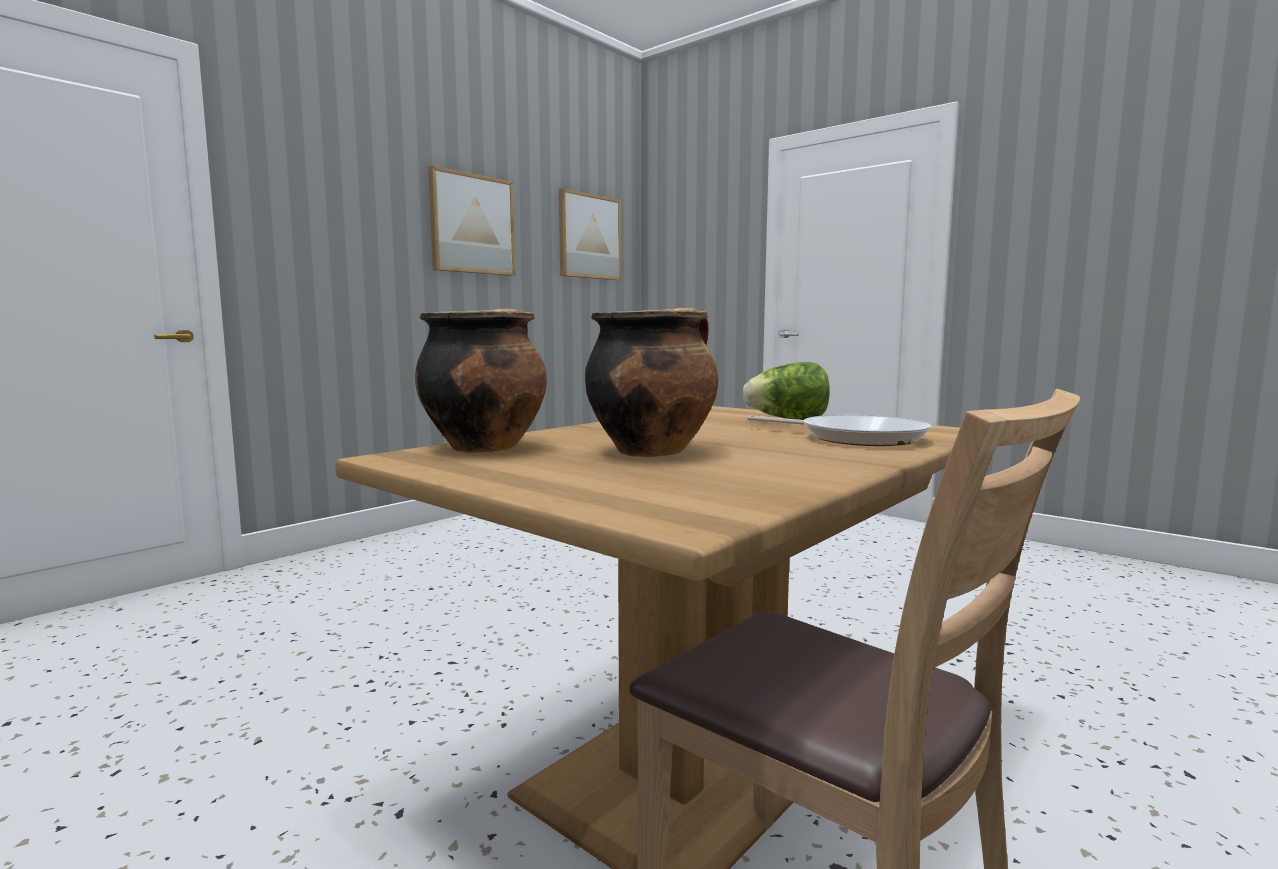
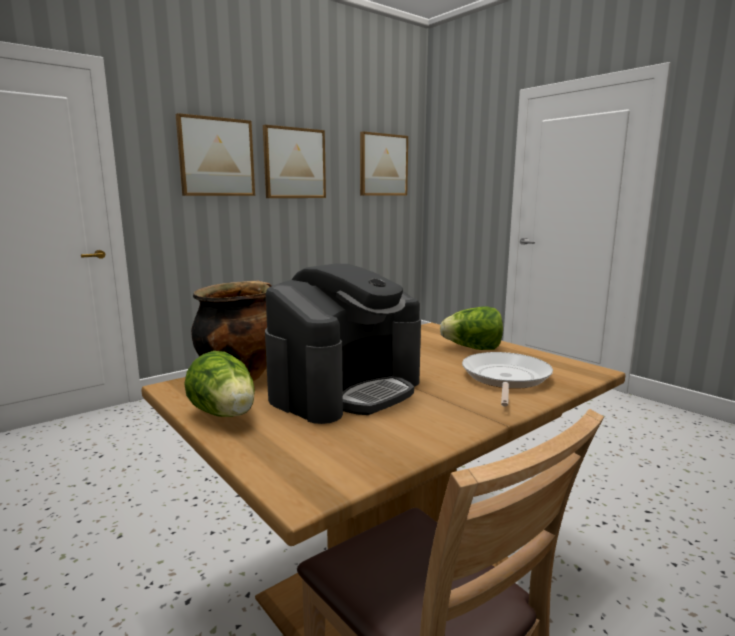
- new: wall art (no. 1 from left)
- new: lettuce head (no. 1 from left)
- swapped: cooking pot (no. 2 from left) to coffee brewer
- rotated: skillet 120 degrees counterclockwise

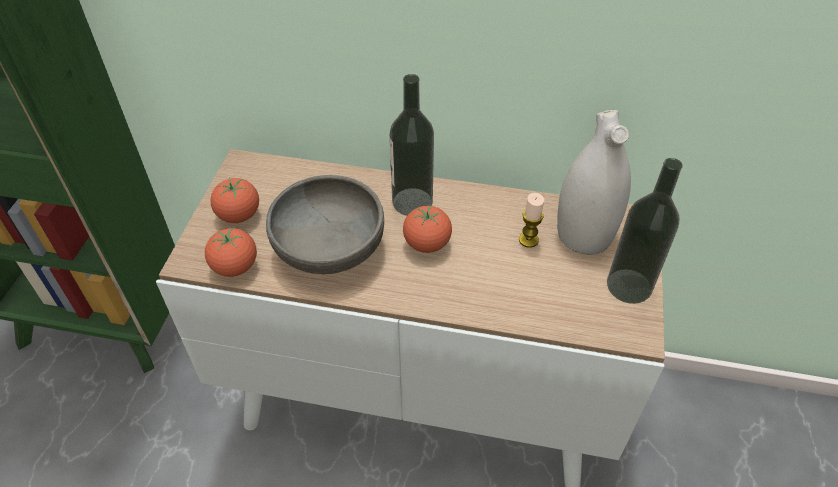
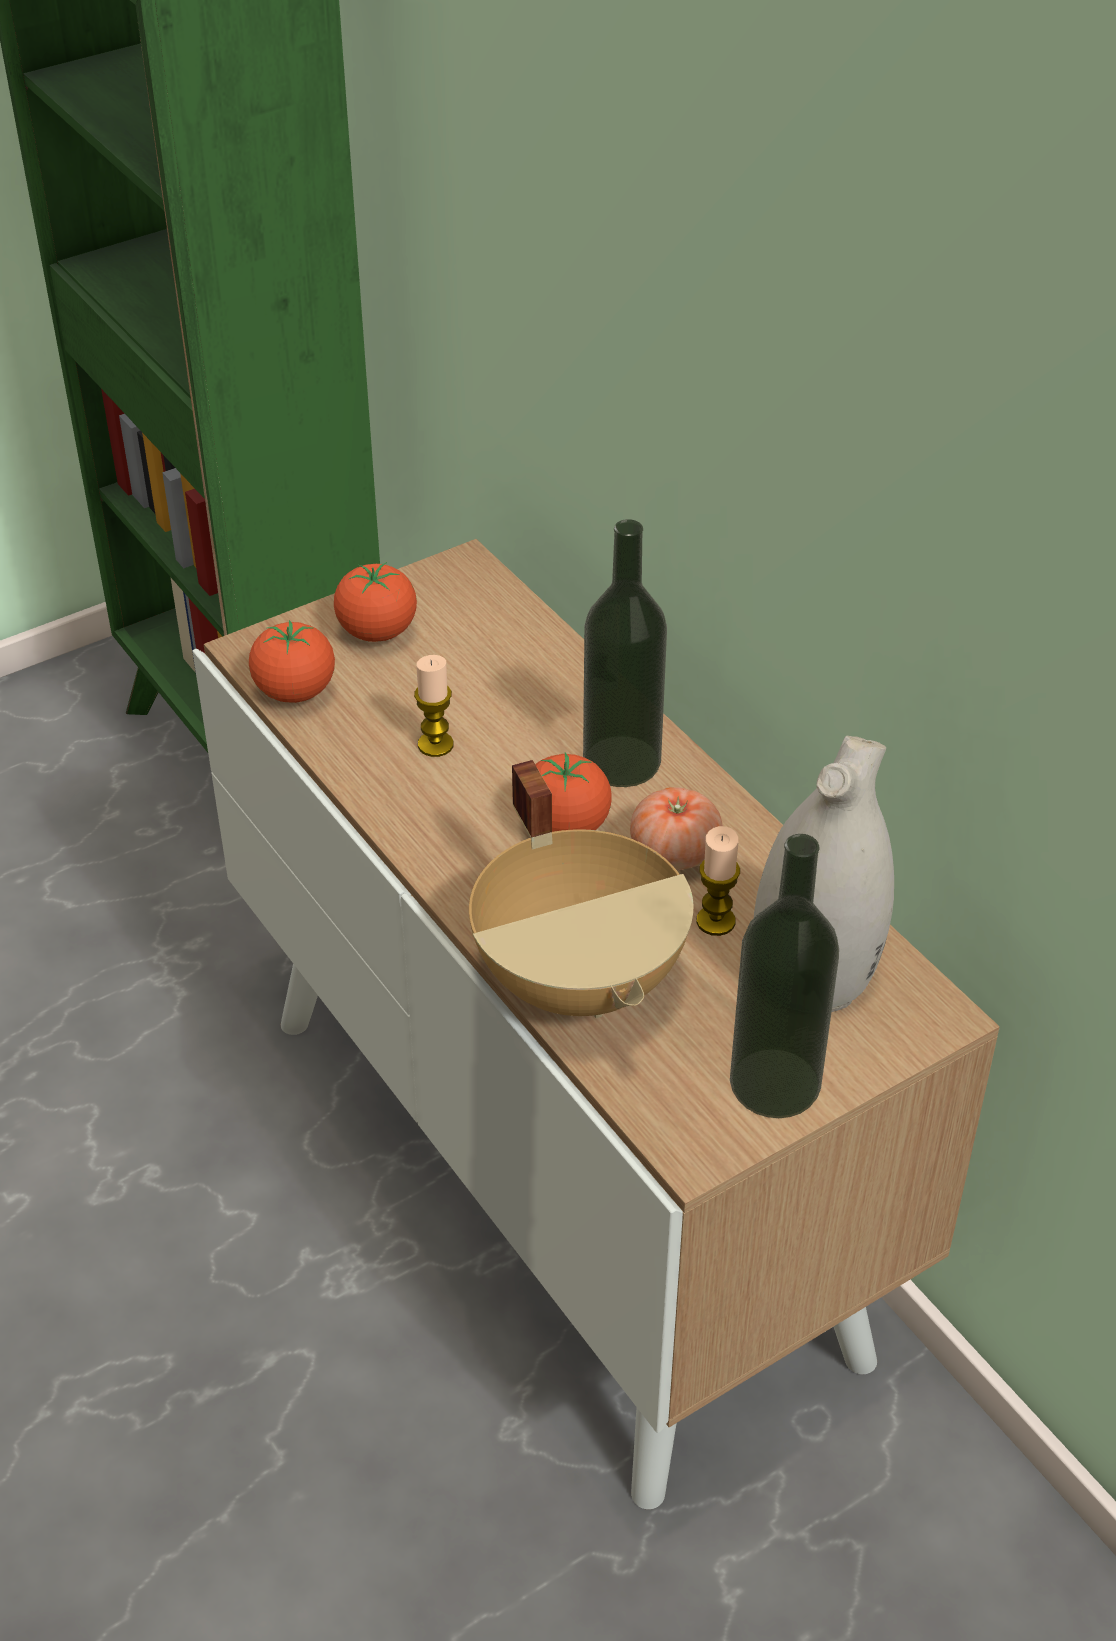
- new: beige-coloured cooking pot
- new: tomato (no. 4 from left)
- swapped: greyish bowl to wax candle (no. 1 from left)

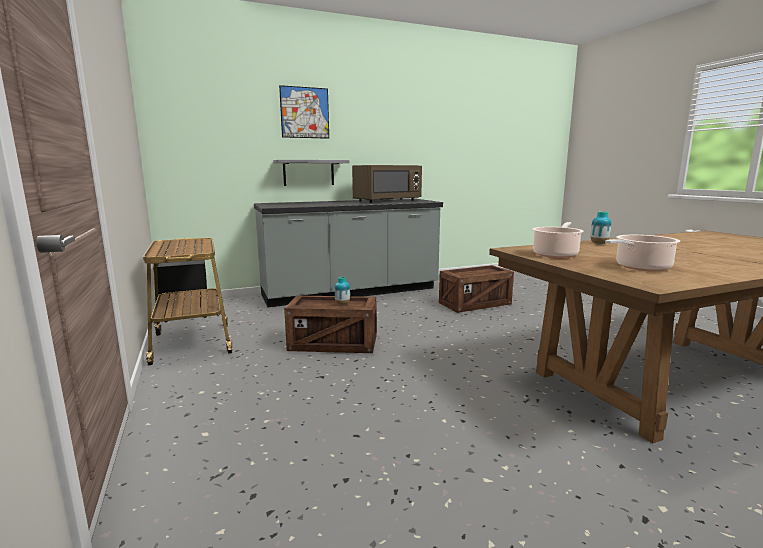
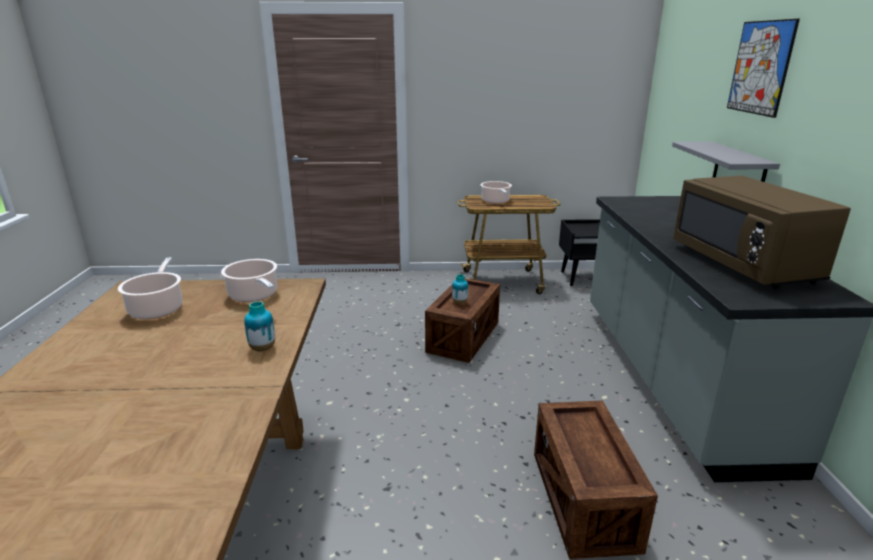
- new: cooking pot (no. 3 from left)

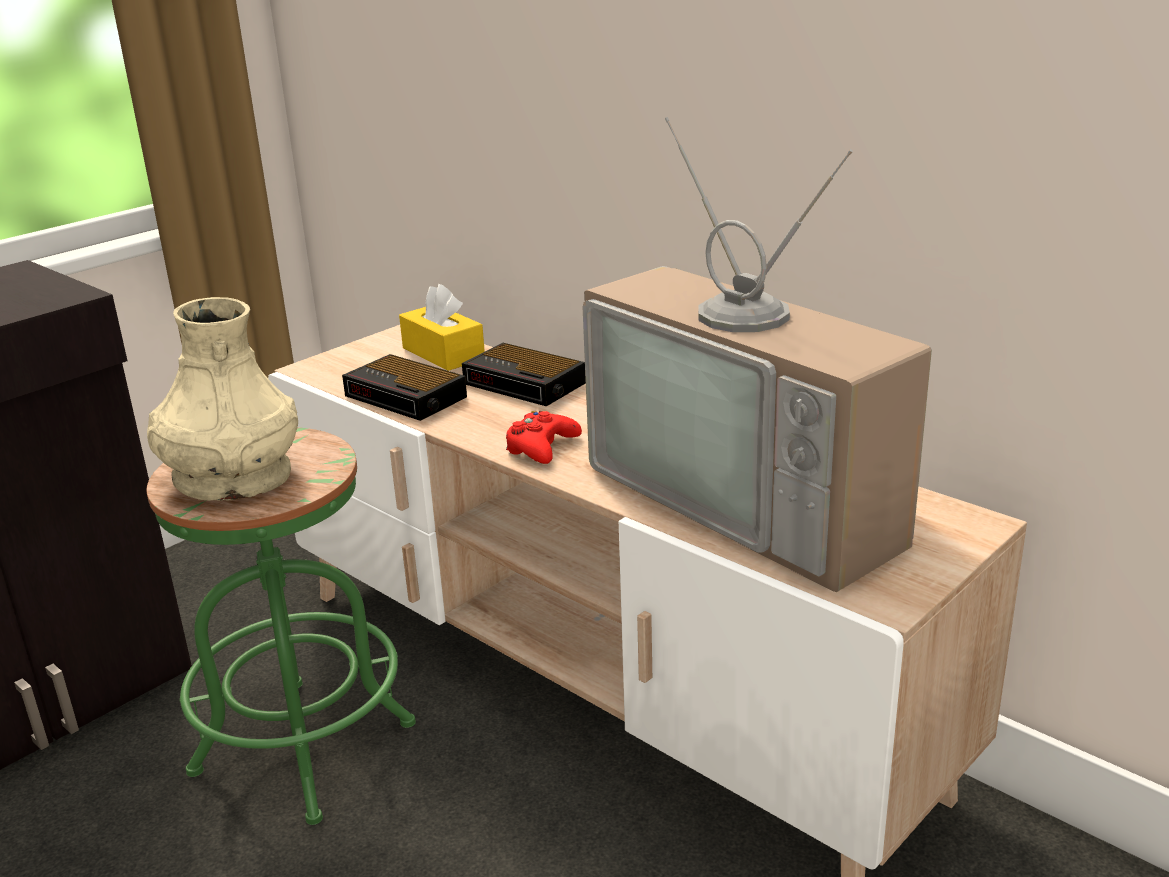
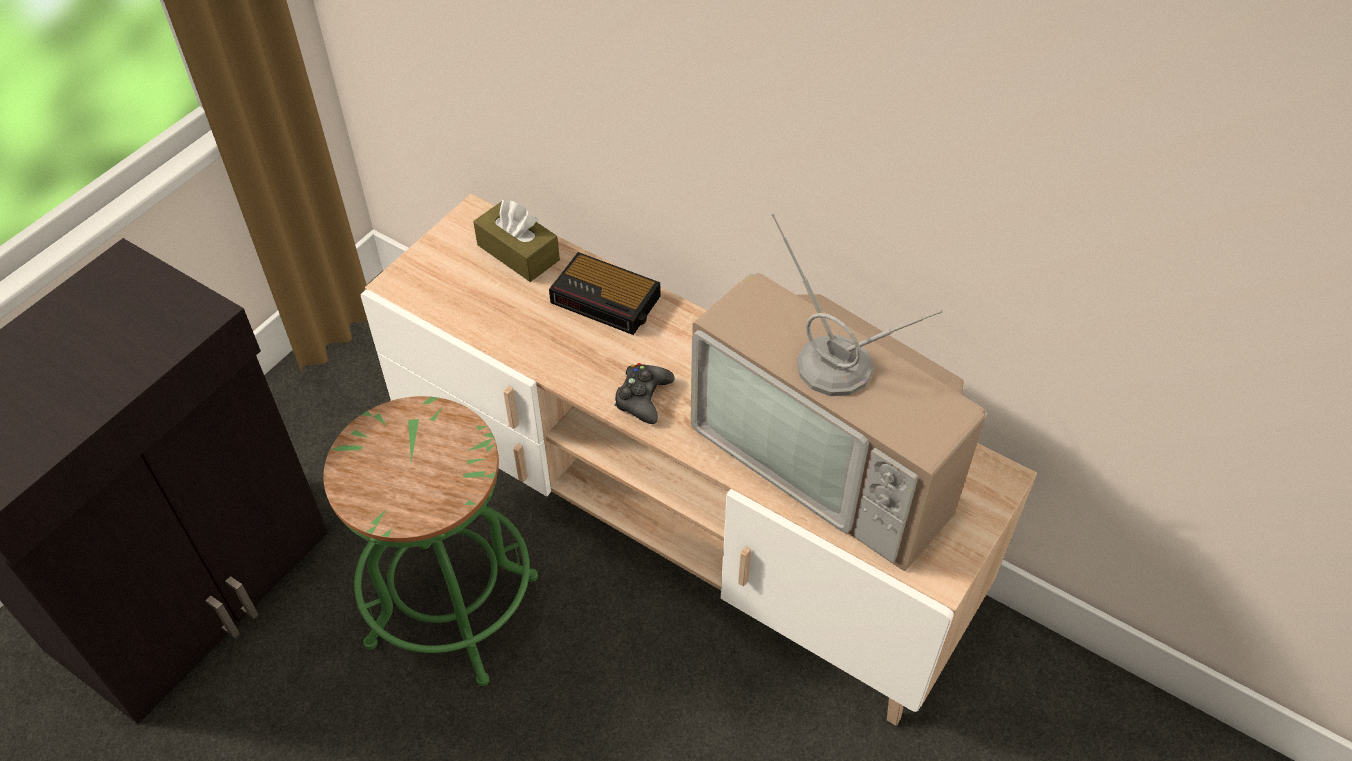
- gone: beige-coloured vase
- gone: alarm clock (no. 1 from left)
- repainted: yellowish box of tissues to brownish box of tissues
- repainted: reddish joypad to black joypad

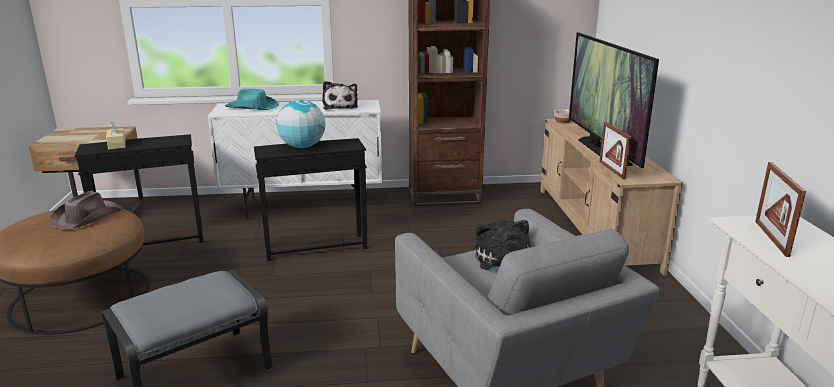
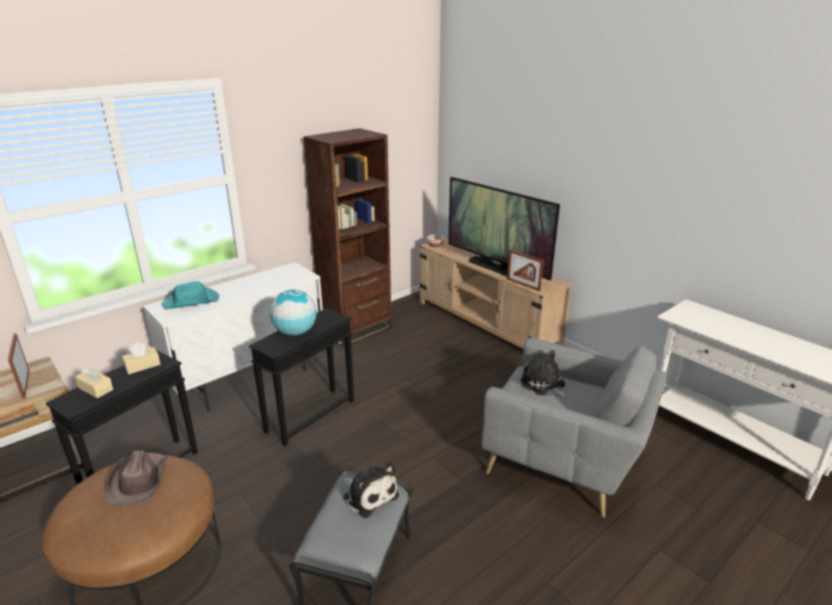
- new: beige-coloured box of tissues (no. 2 from left)
- shifted: plush toy (no. 1 from left)
- shifted: standing frame (no. 2 from left in the first image) to standing frame (no. 1 from left)

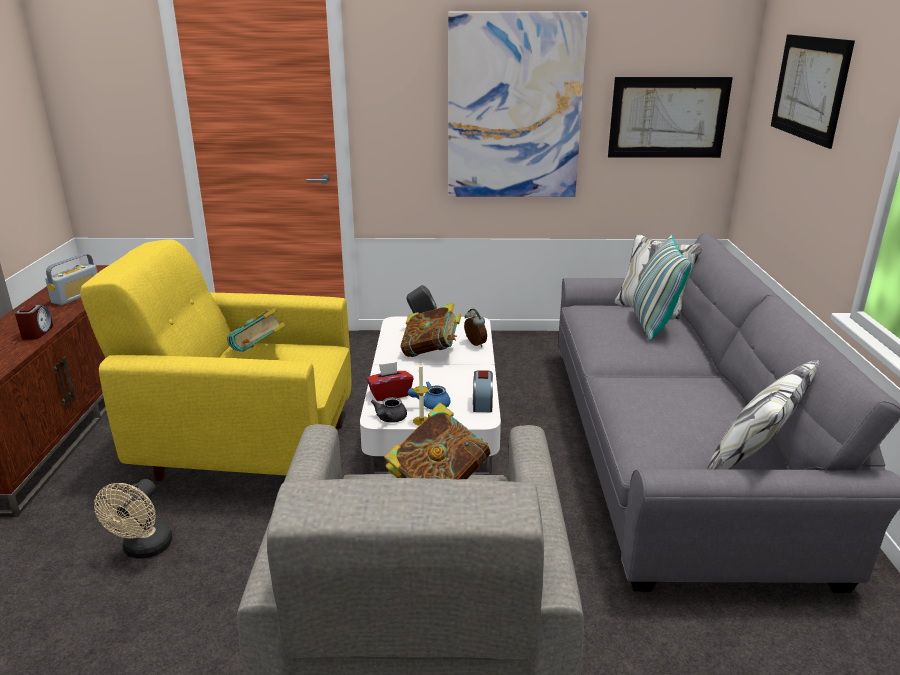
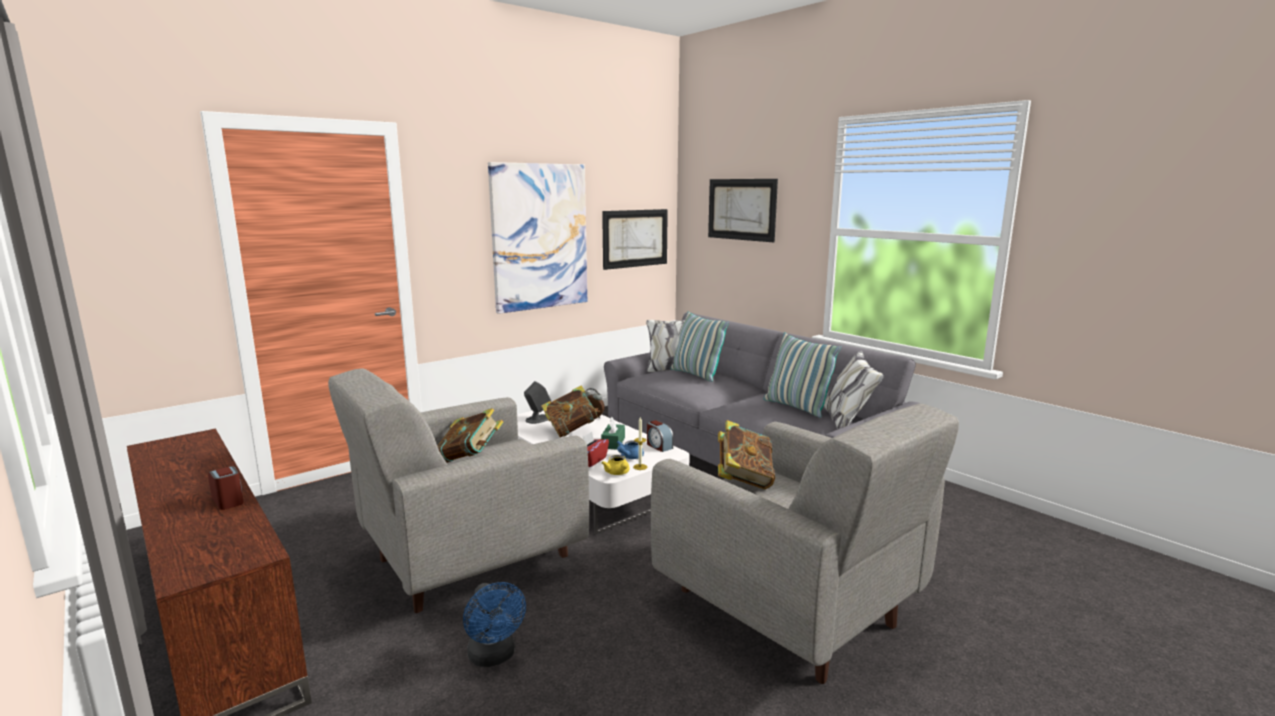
- gone: radio
- new: green box of tissues
- new: throw pillow (no. 2 from left)
- repainted: yellowish armchair to greyish armchair (no. 1 from left)
- repainted: beige-coloured fan to blue fan
- repainted: greyish pot for tea to yellowish pot for tea

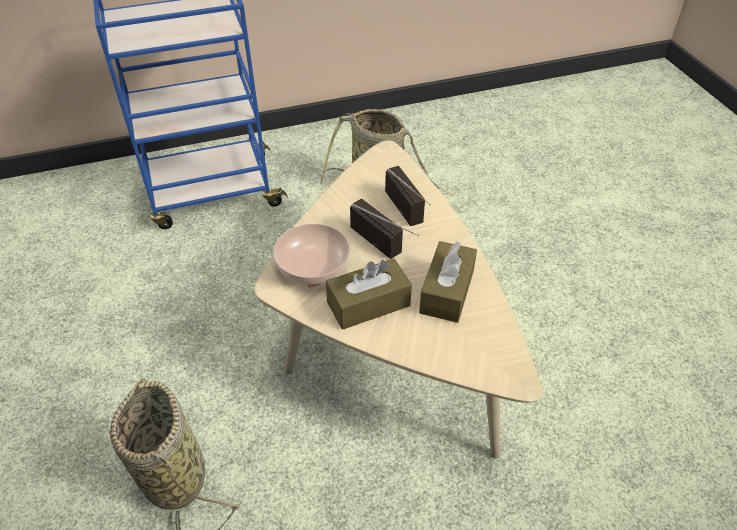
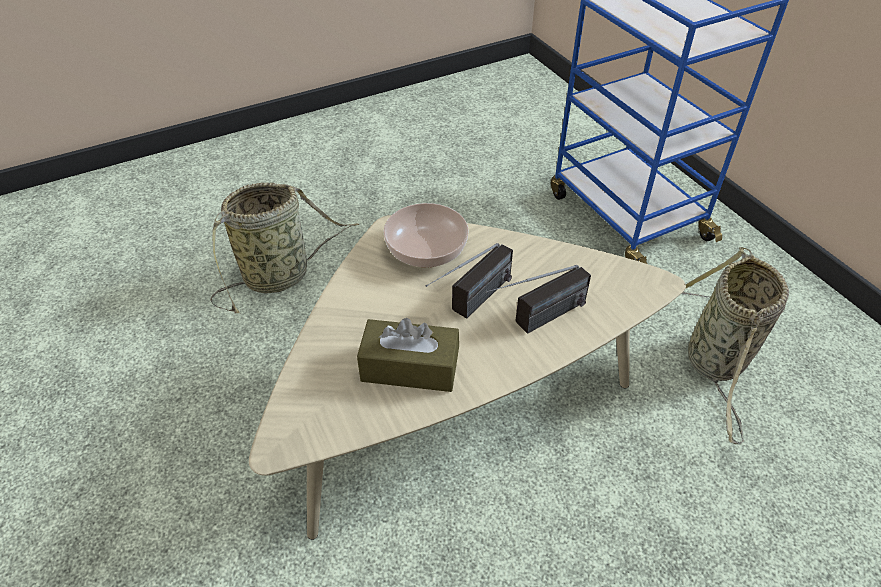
- gone: brownish box of tissues (no. 1 from left)

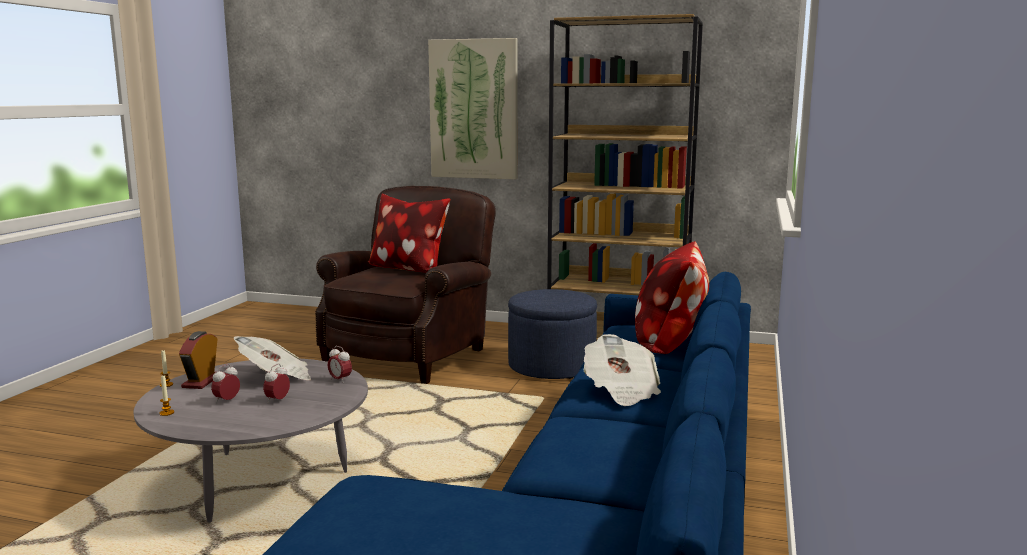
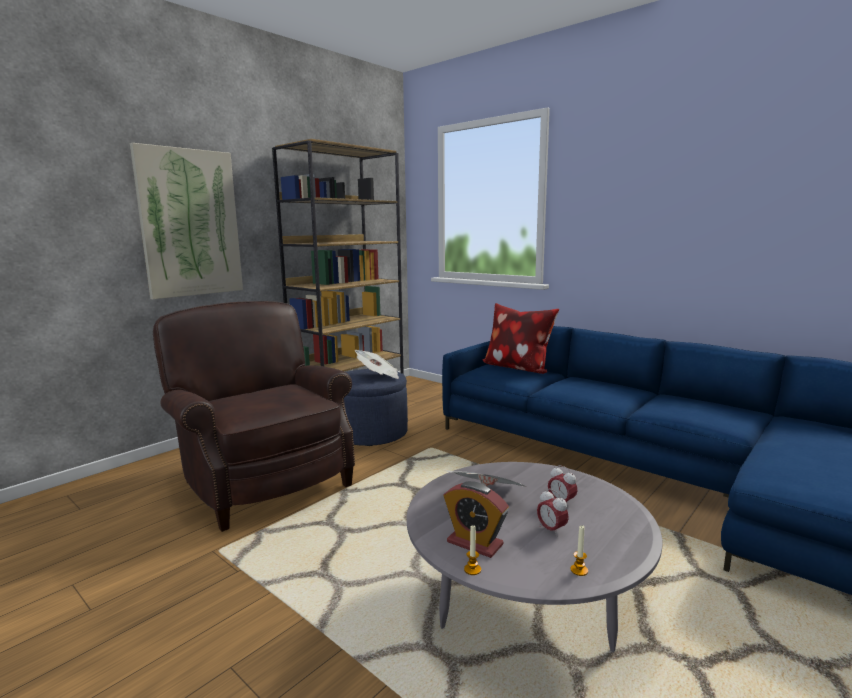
- gone: alarm clock (no. 4 from left)
- gone: throw pillow (no. 1 from left)
- shifted: newspaper (no. 2 from left in the first image) to newspaper (no. 1 from left)

